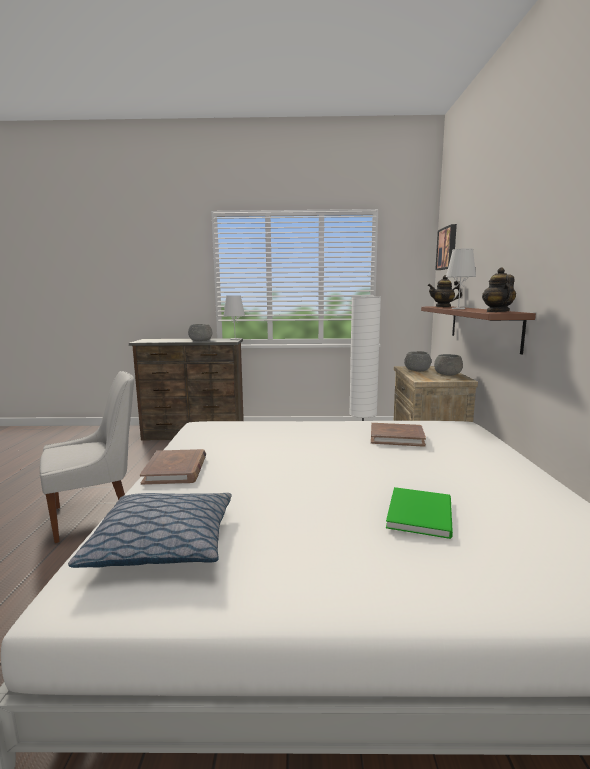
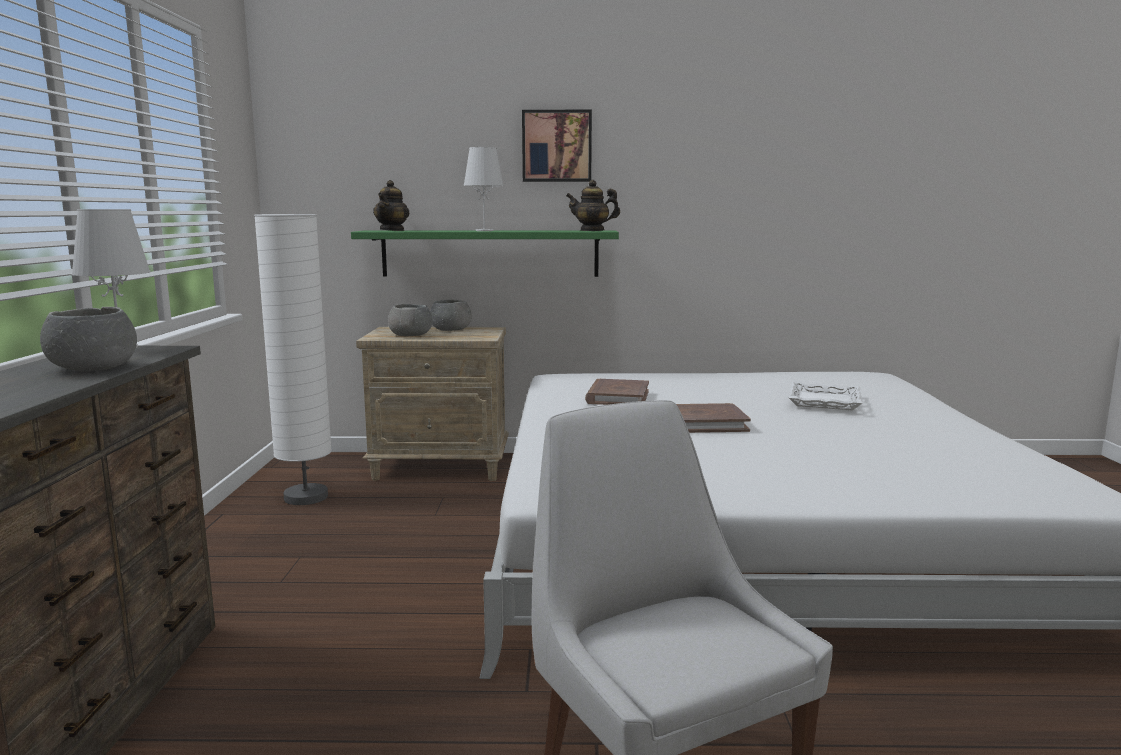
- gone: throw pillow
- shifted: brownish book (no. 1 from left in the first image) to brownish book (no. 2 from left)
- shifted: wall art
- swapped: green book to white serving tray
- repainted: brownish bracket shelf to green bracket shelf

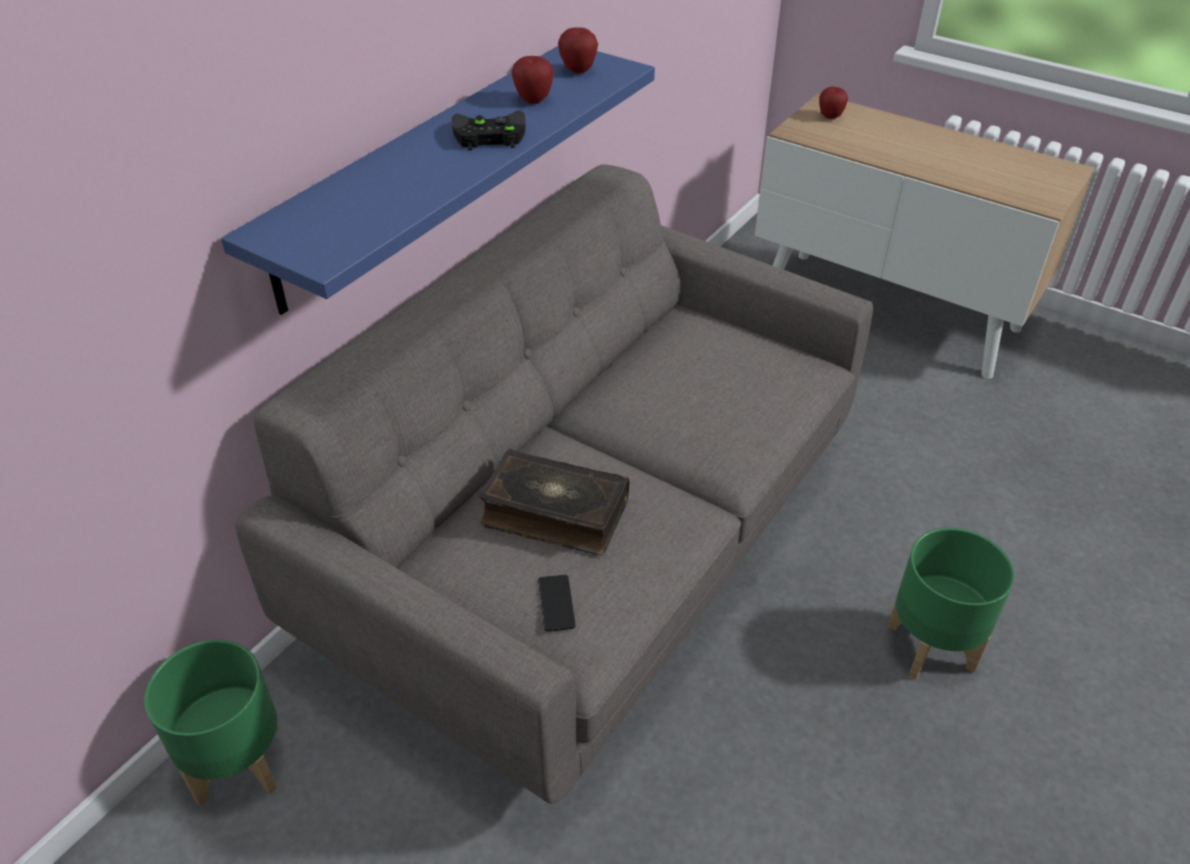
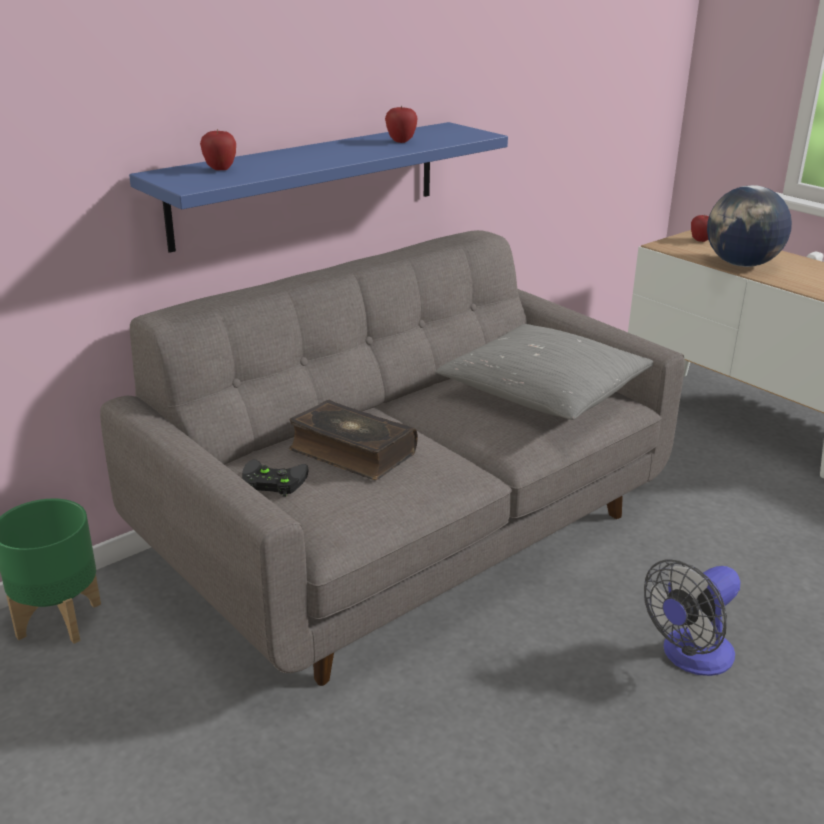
- gone: telephone
- new: greyish throw pillow
- new: desk globe
- shifted: black joypad
- shifted: whole apple (no. 2 from left in the first image) to whole apple (no. 1 from left)
- swapped: green plant pot (no. 2 from left) to fan

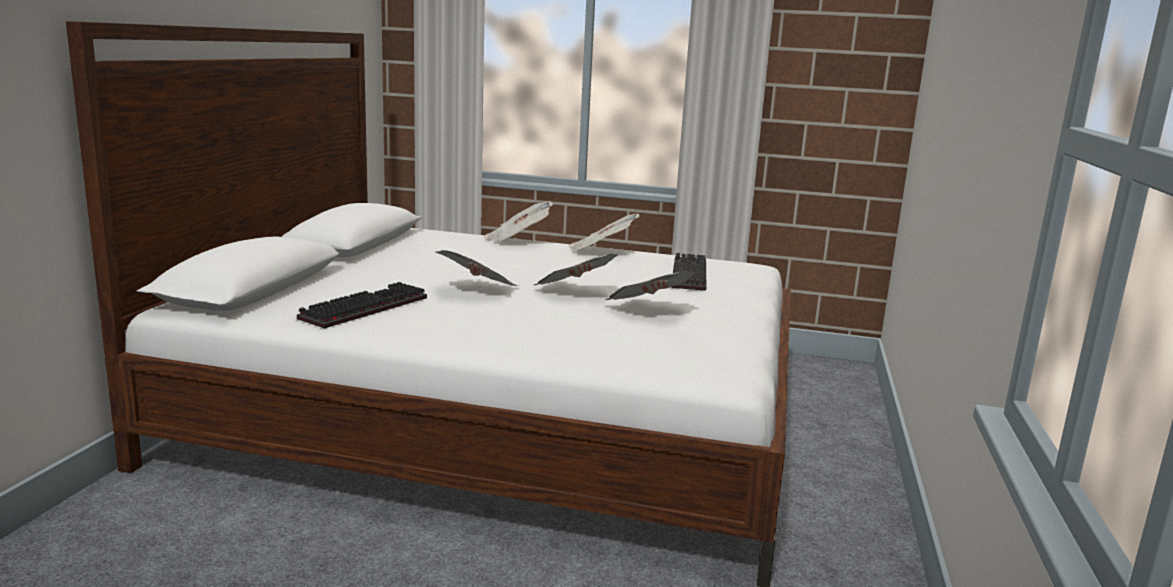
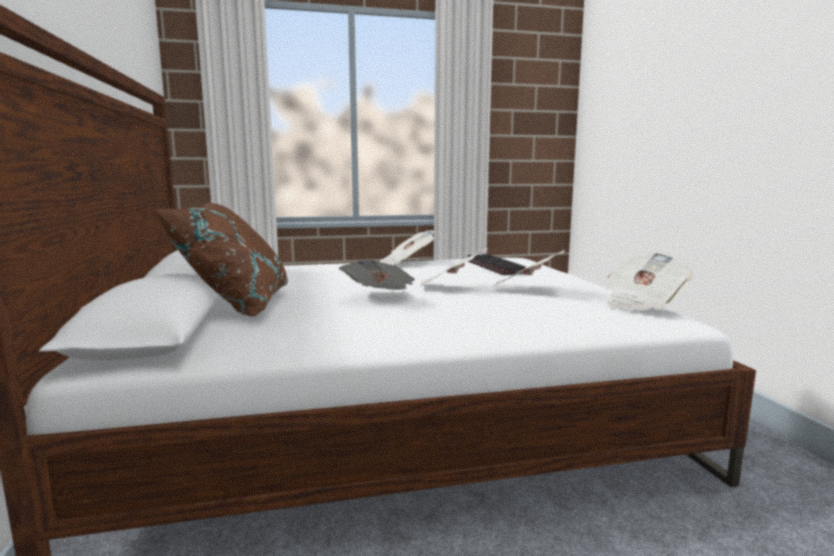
- gone: computer keyboard (no. 1 from left)
- new: brownish throw pillow
- shifted: newspaper (no. 2 from left in the first image) to newspaper (no. 5 from left)

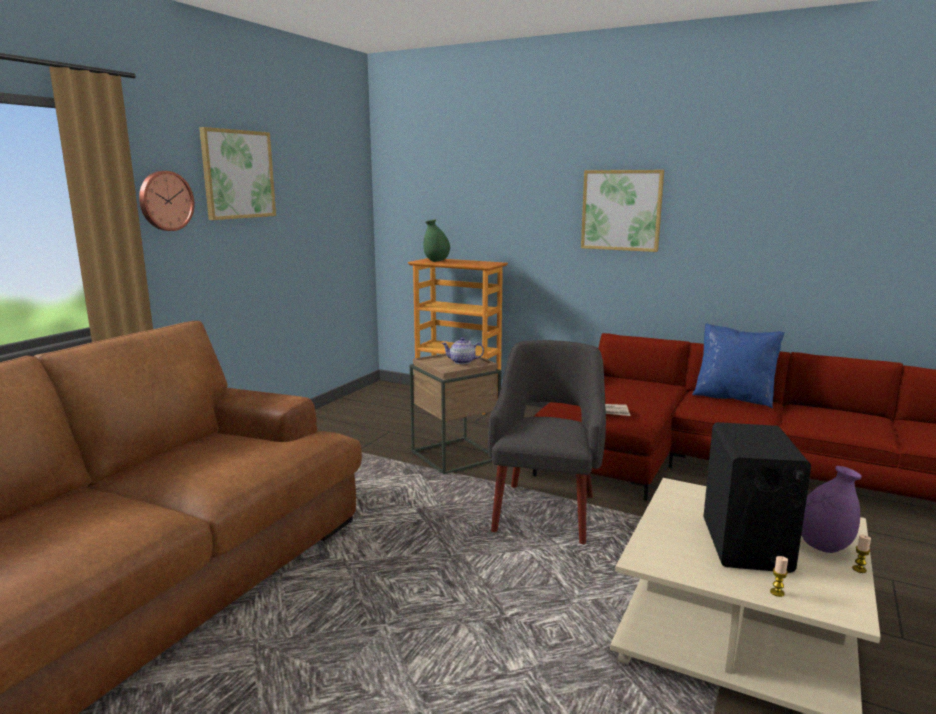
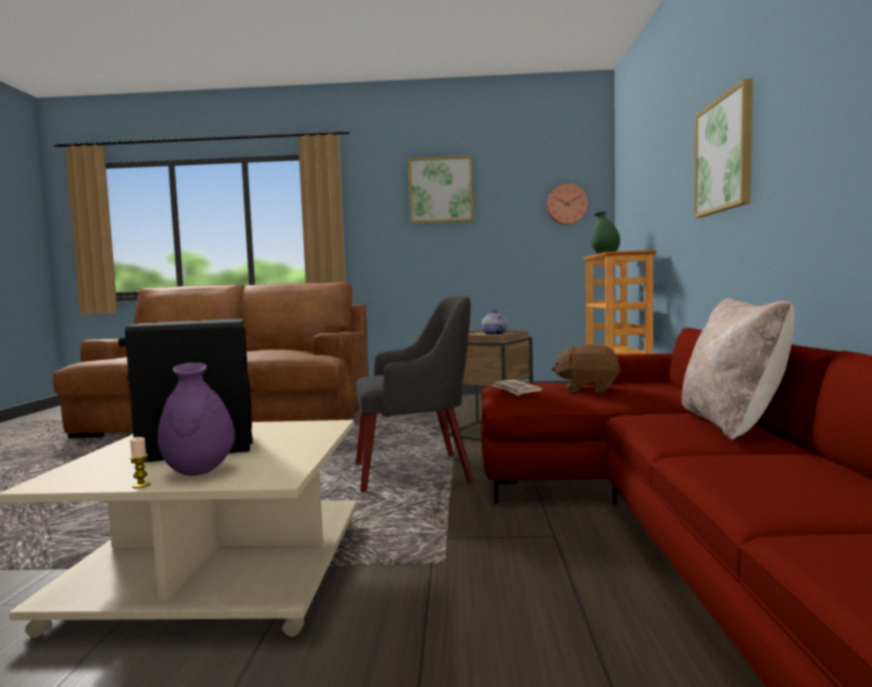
- gone: wax candle (no. 1 from left)
- new: brownish plush toy
- shifted: clock on the wall
- repainted: blue throw pillow to beige-coloured throw pillow

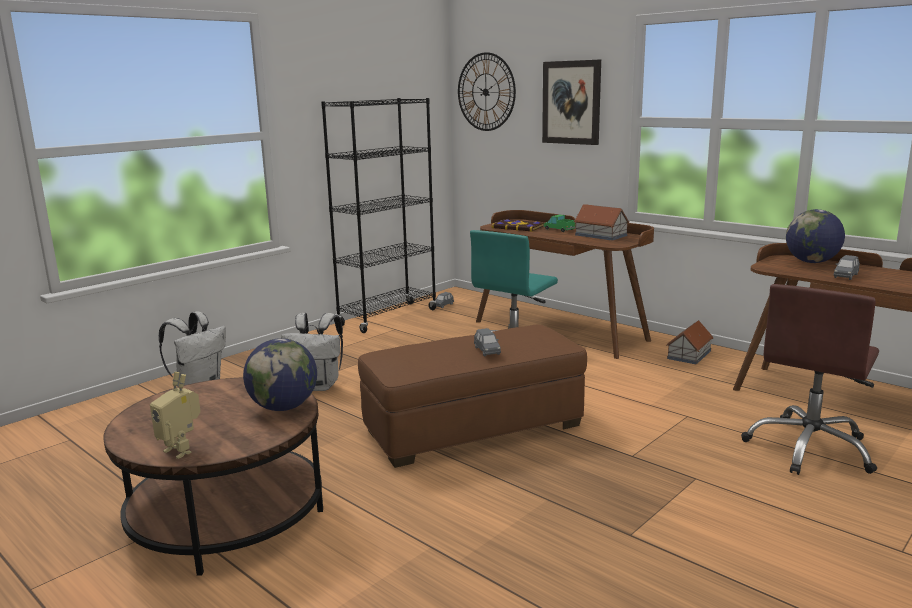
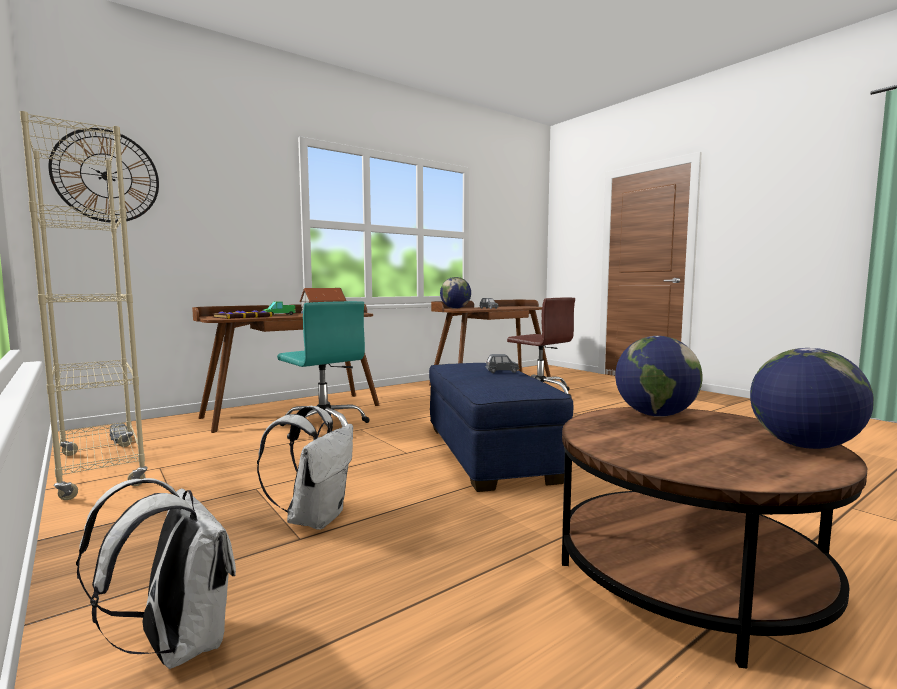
- gone: wall art
- gone: toy house (no. 2 from left)
- swapped: toy robot to desk globe (no. 3 from left)
- repainted: black shelving unit to beige-coloured shelving unit
- repainted: brownish footrest to blue footrest

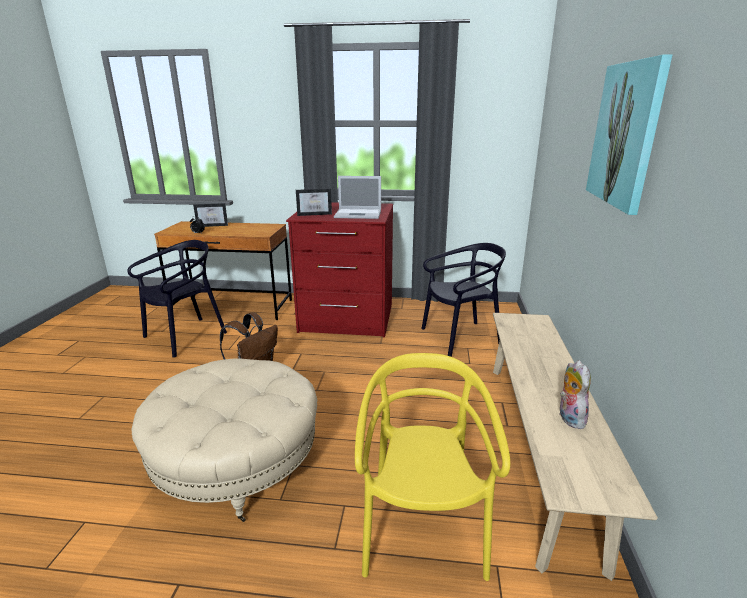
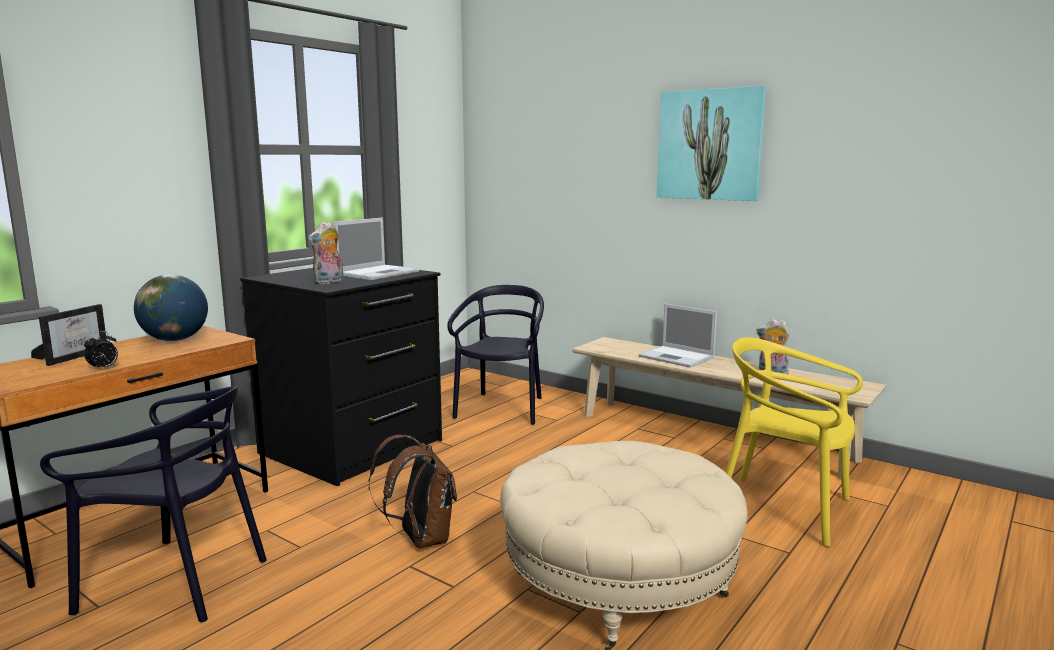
- new: desk globe
- new: portable computer (no. 2 from left)
- swapped: standing frame (no. 2 from left) to plush toy (no. 1 from left)
- repainted: reddish chest of drawers to black chest of drawers
- rotated: black plain chair (no. 1 from left) 120 degrees clockwise

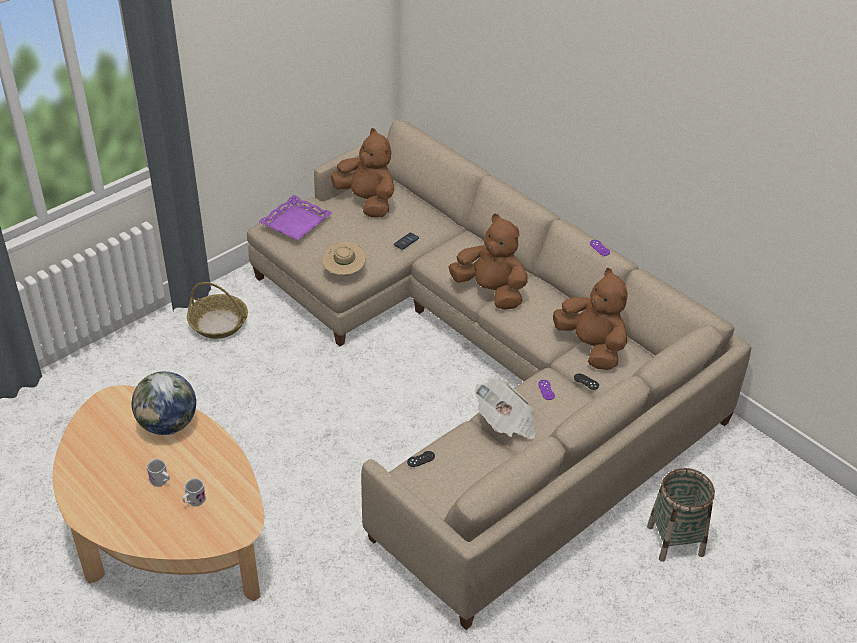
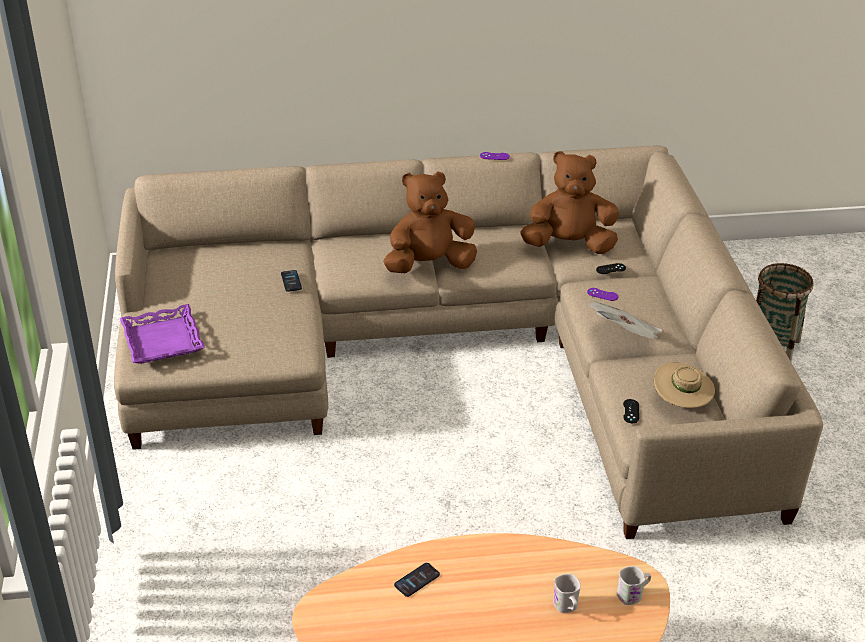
- gone: household basket (no. 1 from left)
- gone: brownish plush toy (no. 1 from left)
- shifted: white coffee mug (no. 1 from left in the first image) to white coffee mug (no. 2 from left)
- shifted: beige-coloured hat
- swapped: desk globe to telephone (no. 2 from left)

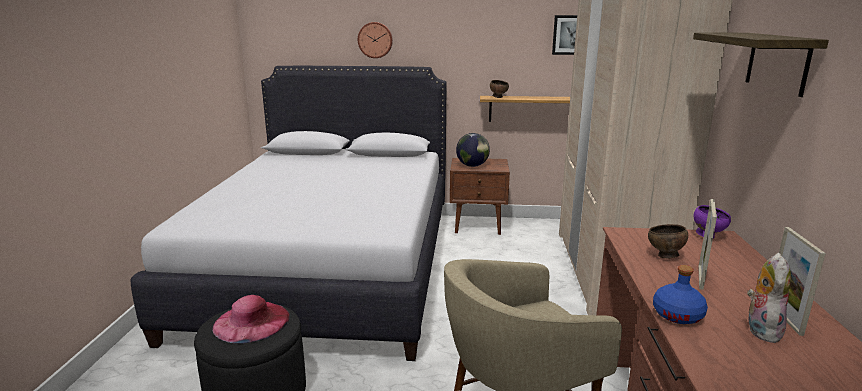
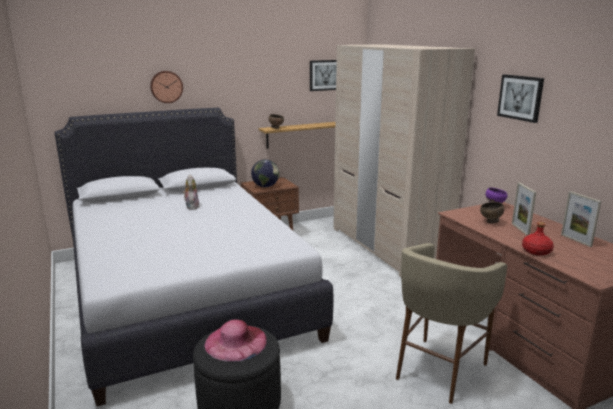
- shifted: plush toy
- swapped: bracket shelf (no. 2 from left) to wall art (no. 2 from left)
- repainted: blue drink bottle to reddish drink bottle

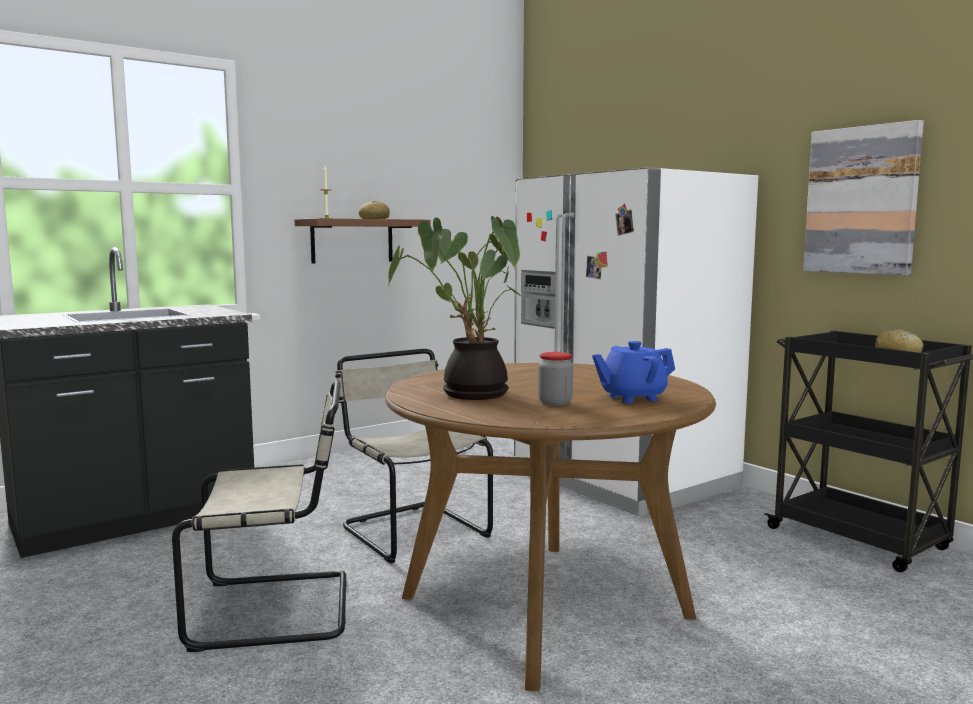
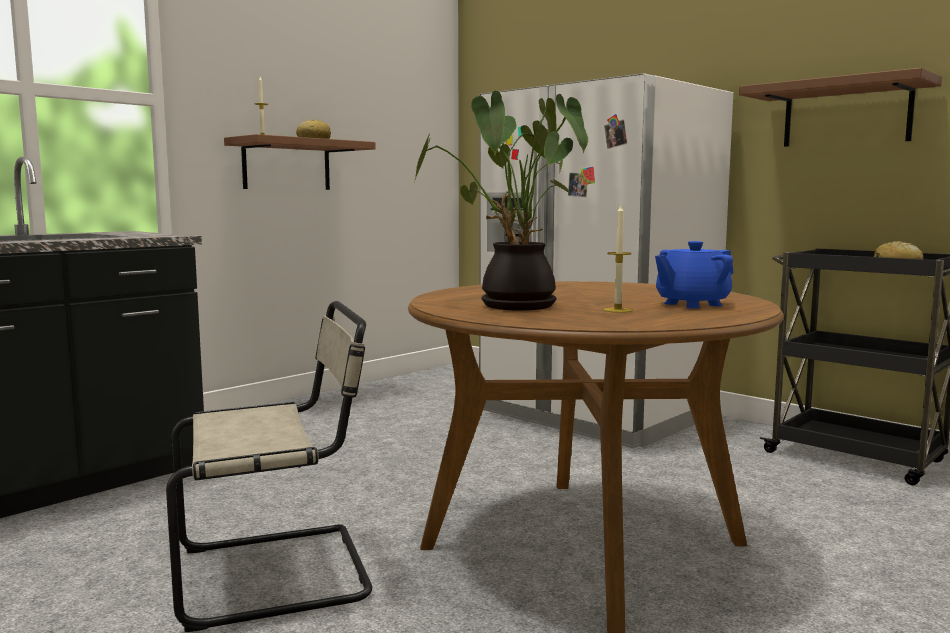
- gone: beige-coloured plain chair (no. 2 from left)
- swapped: storage jar to wax candle (no. 2 from left)
- swapped: wall art to brownish bracket shelf (no. 2 from left)

